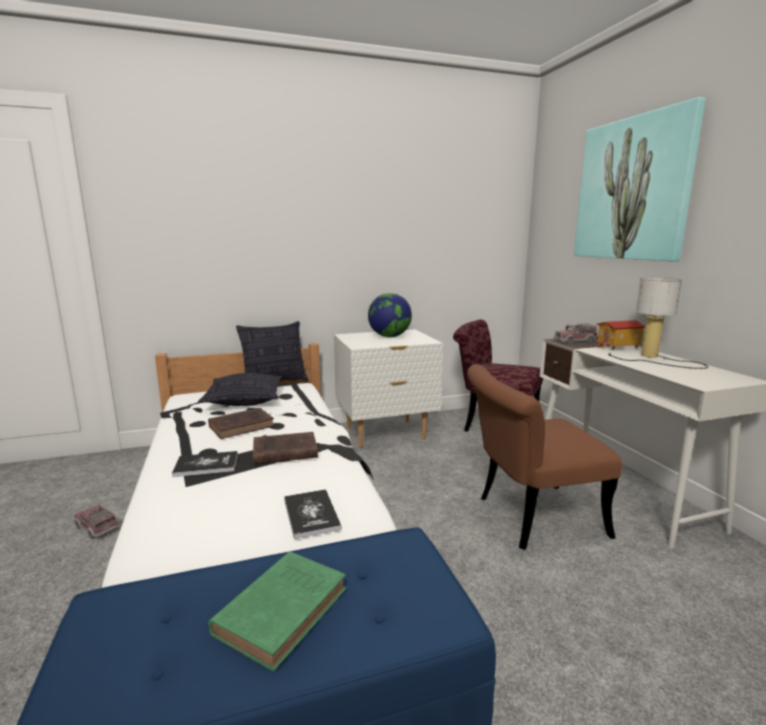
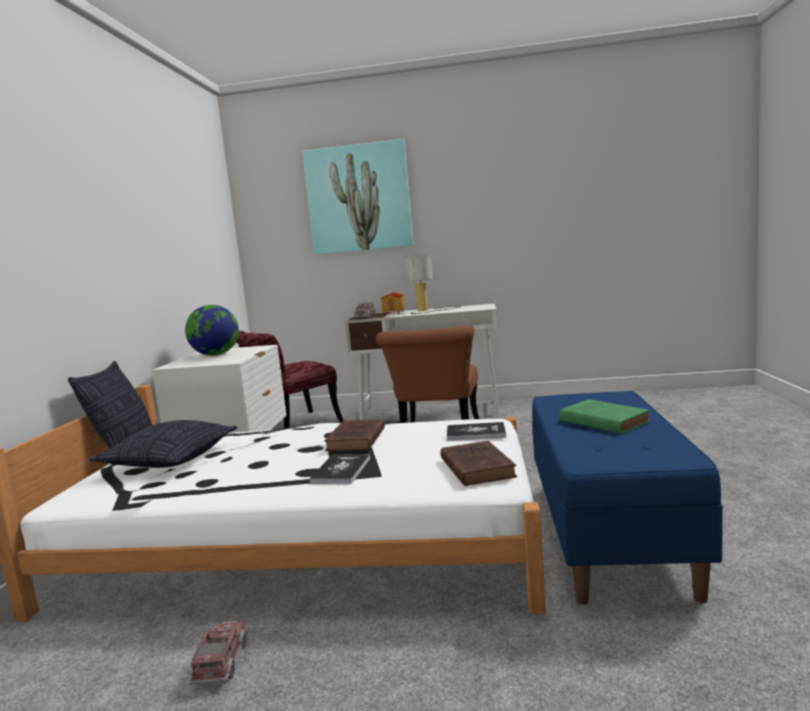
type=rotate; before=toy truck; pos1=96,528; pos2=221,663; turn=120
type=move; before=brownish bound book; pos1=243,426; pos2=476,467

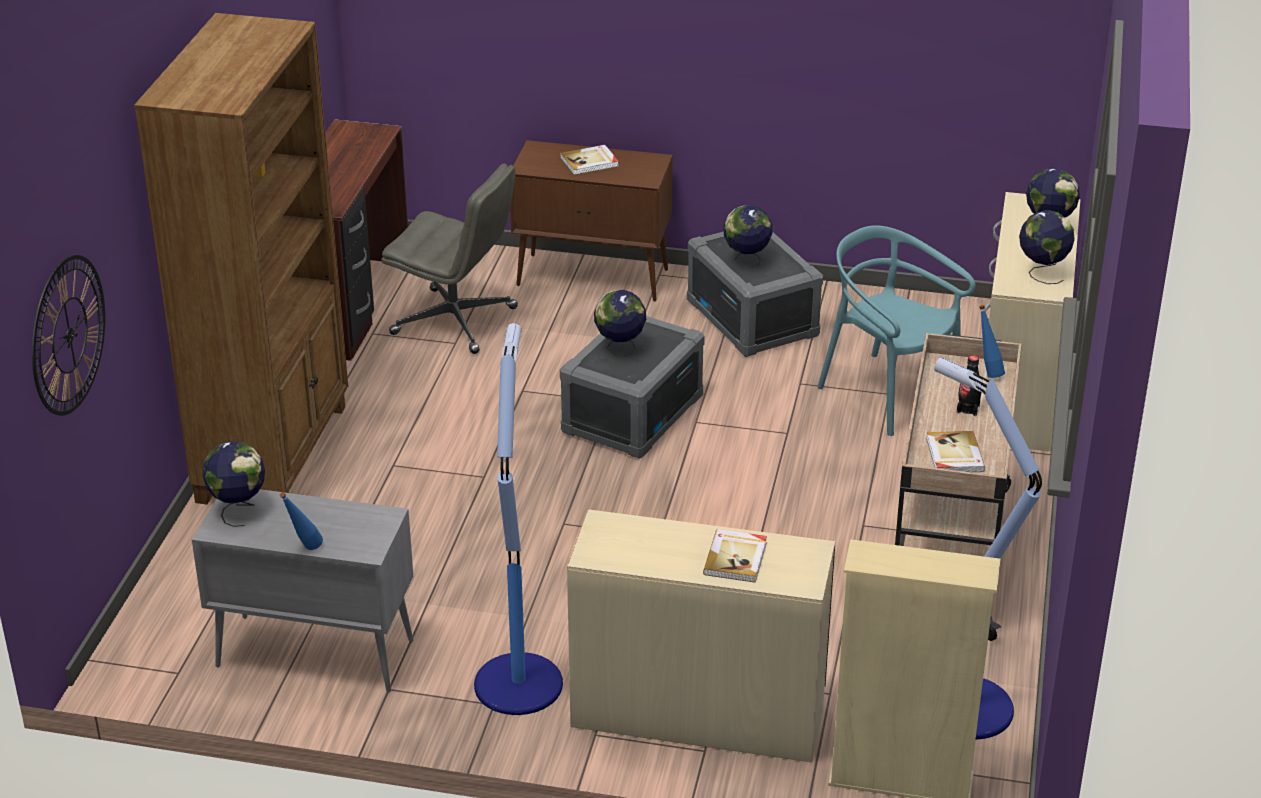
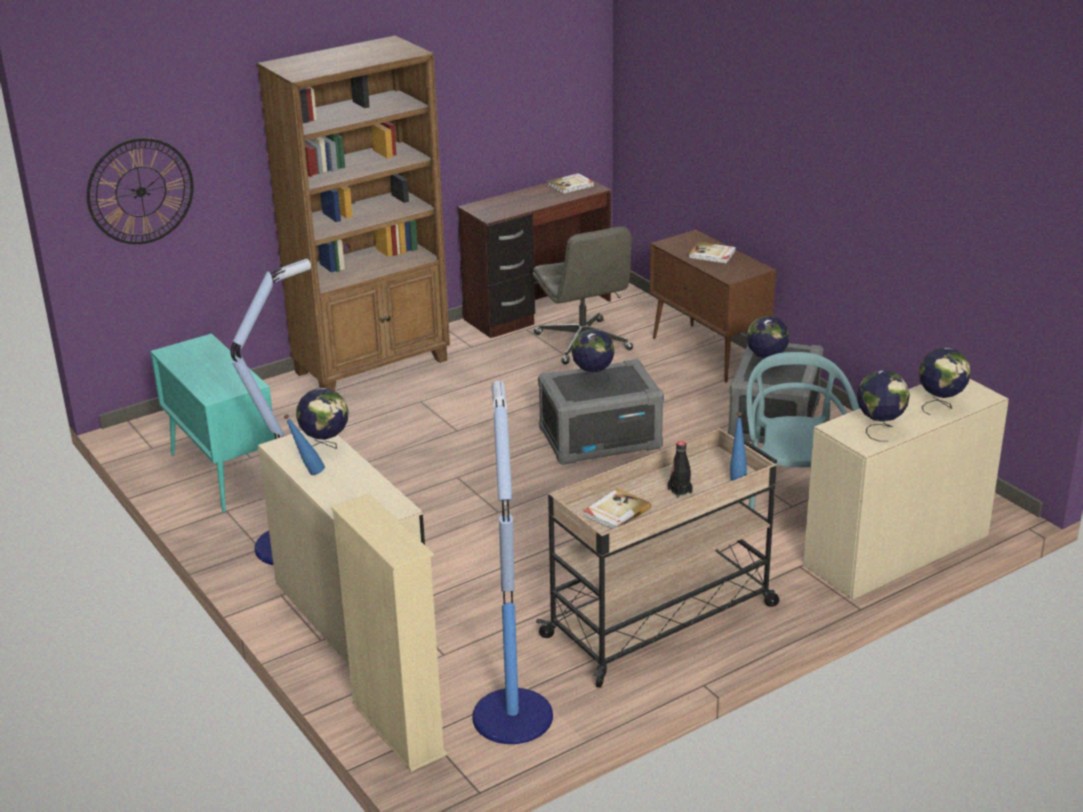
type=recolor; before=grey cabinet; after=blue-green cabinet; pos1=313,653; pos2=222,473
type=move; before=blue-coloured drink bottle; pos1=304,549; pos2=308,472
type=move; before=desk globe; pos1=238,510; pos2=326,448
type=move; before=bound book; pos1=736,558; pos2=571,185

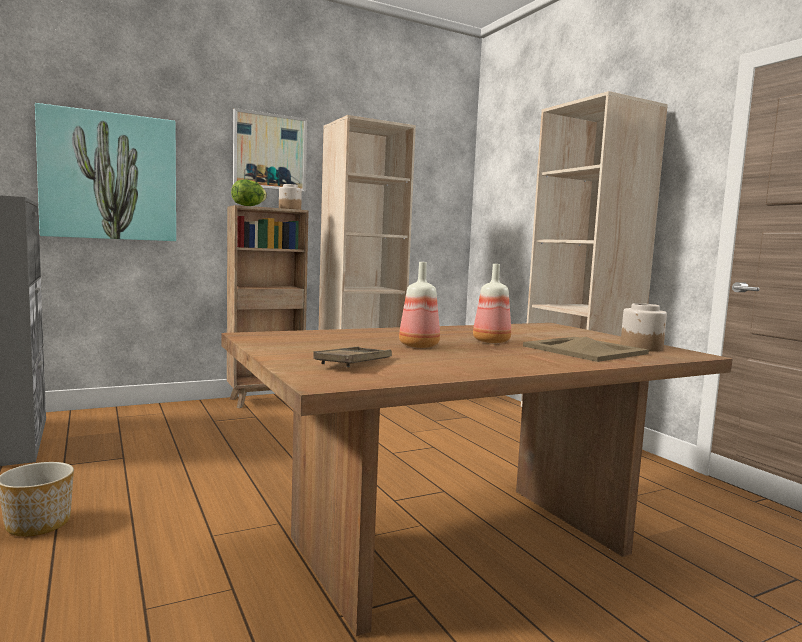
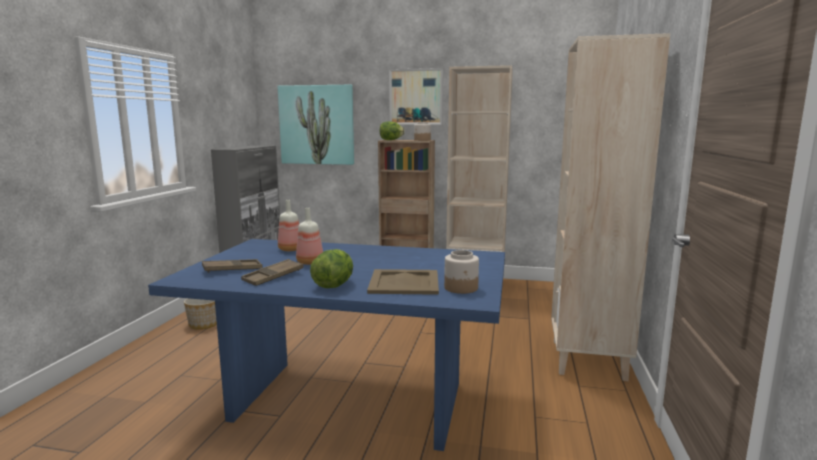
type=recolor; before=brownish kitchen table; after=blue-coloured kitchen table; pos1=460,547; pos2=348,402
type=insert; after=brownish carrying tray; pos2=273,277
type=move; before=drink bottle; pos1=490,341; pos2=290,249
type=insert; after=lettuce; pos2=333,285

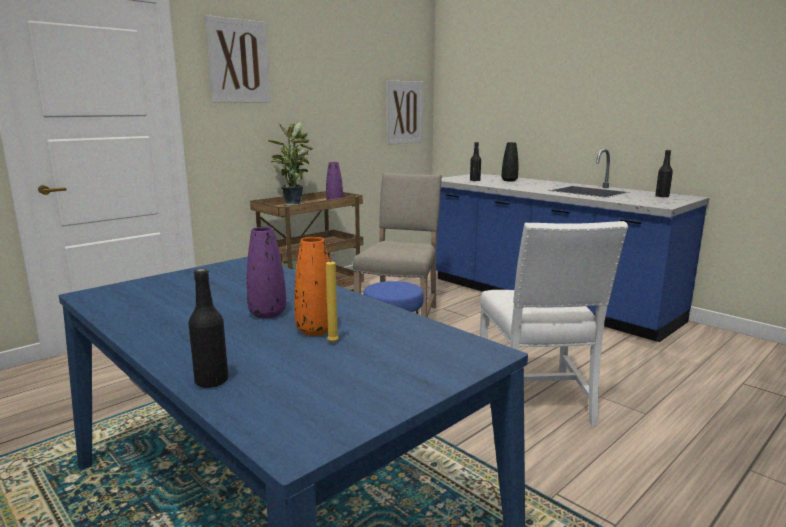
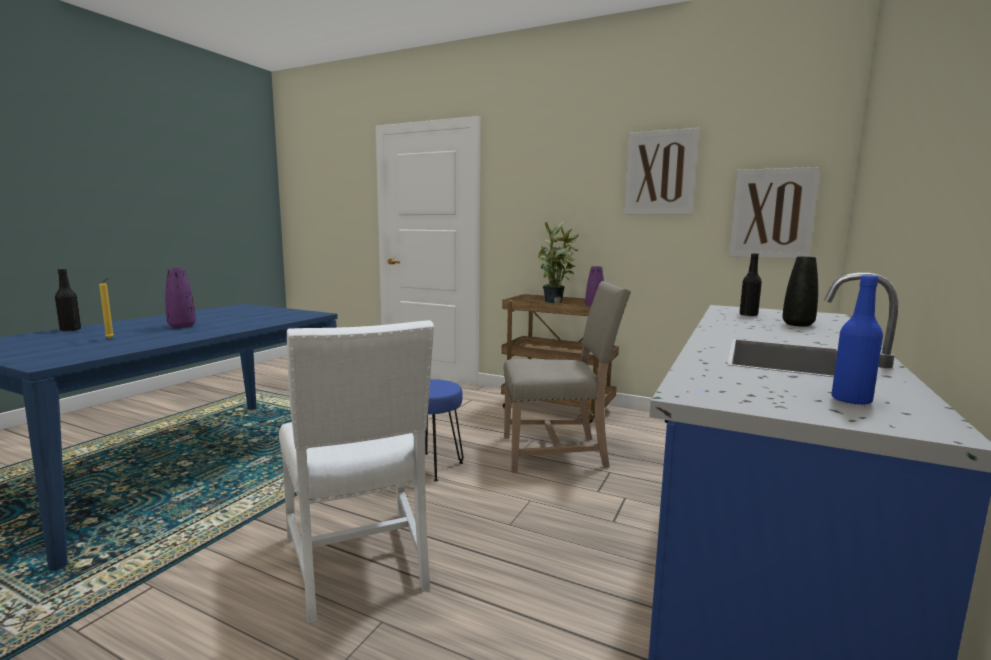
type=rotate; before=white-coloured chair; pos1=537,400; pos2=359,563; turn=-90
type=move; before=wall picture; pos1=238,61; pos2=660,173
type=recolor; before=blackish drink bottle; after=blue-coloured drink bottle; pos1=662,196; pos2=851,400
type=delete; before=orange flower vase; pos1=316,330

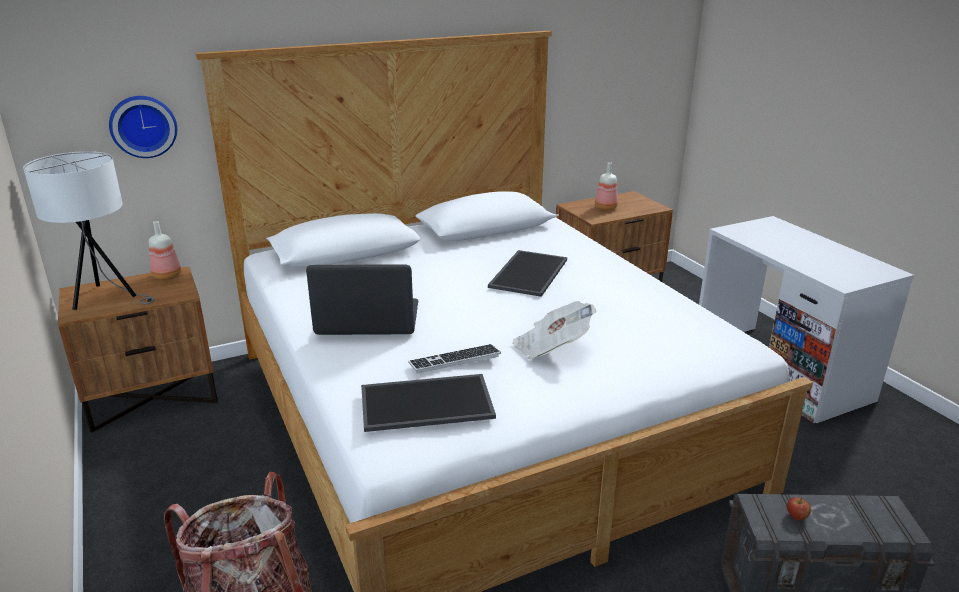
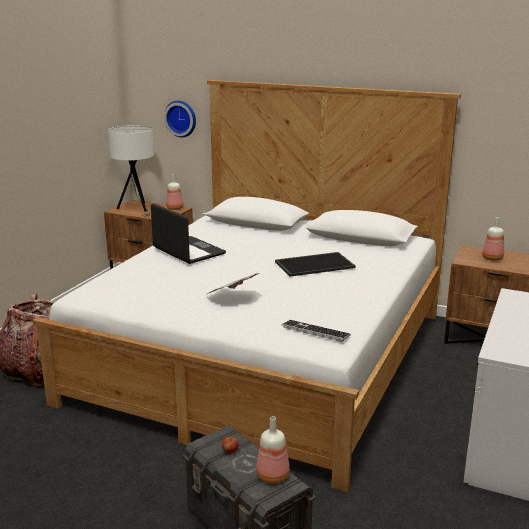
type=insert; after=drink bottle; pos2=272,475
type=move; before=PC keyboard; pos1=454,360; pos2=315,331
type=delete; before=carrying tray; pos1=427,401

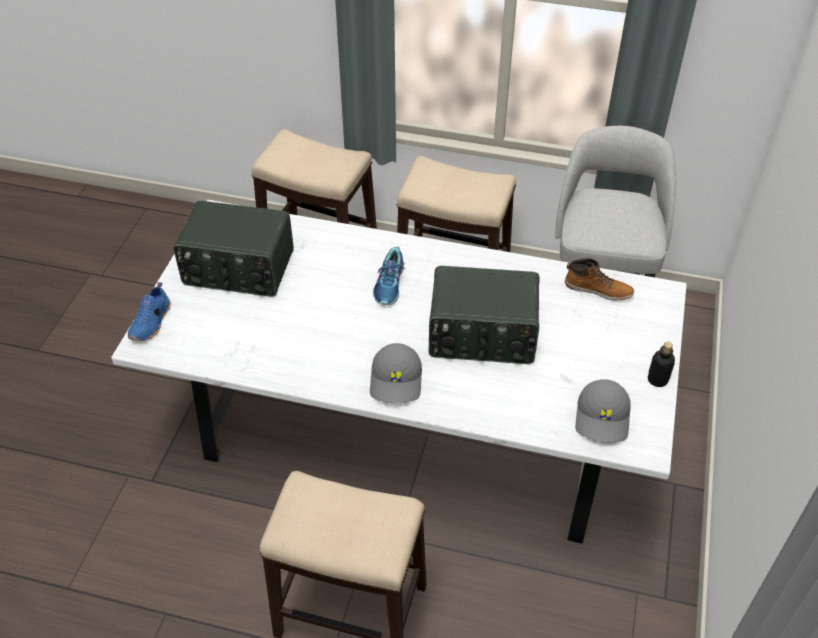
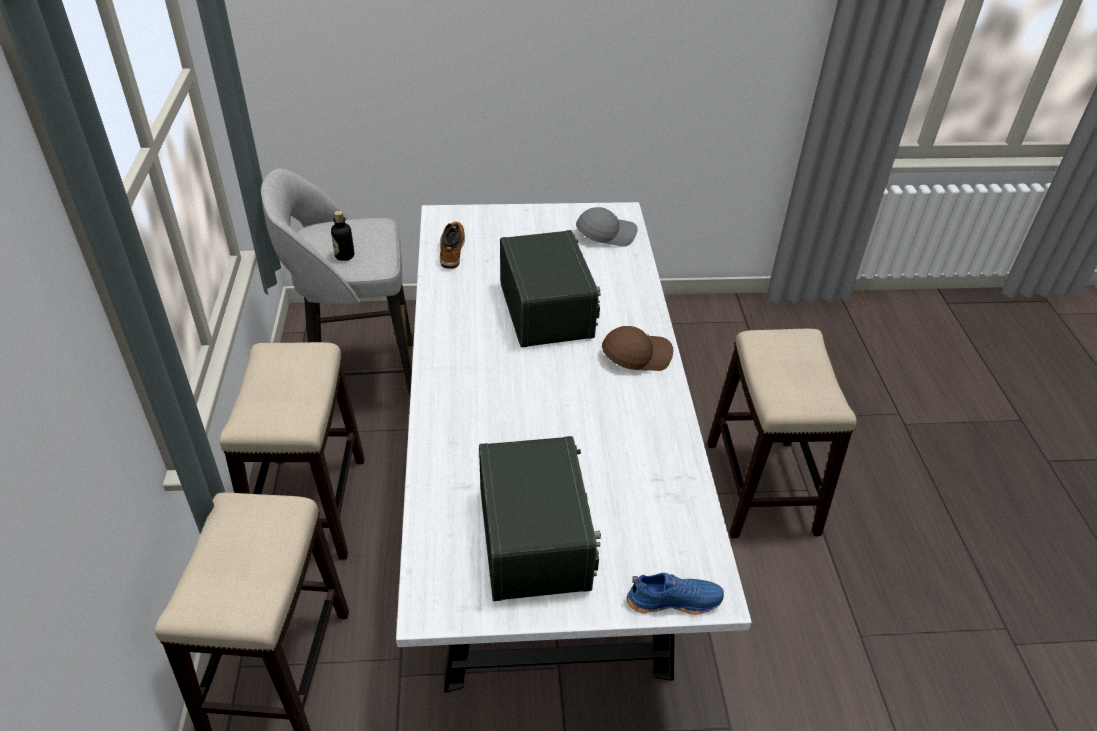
type=move; before=drink bottle; pos1=657,379; pos2=344,256
type=recolor; before=grey peaked cap; after=brownish peaked cap; pos1=397,381; pos2=636,355
type=delete; before=item of footwear; pos1=390,284

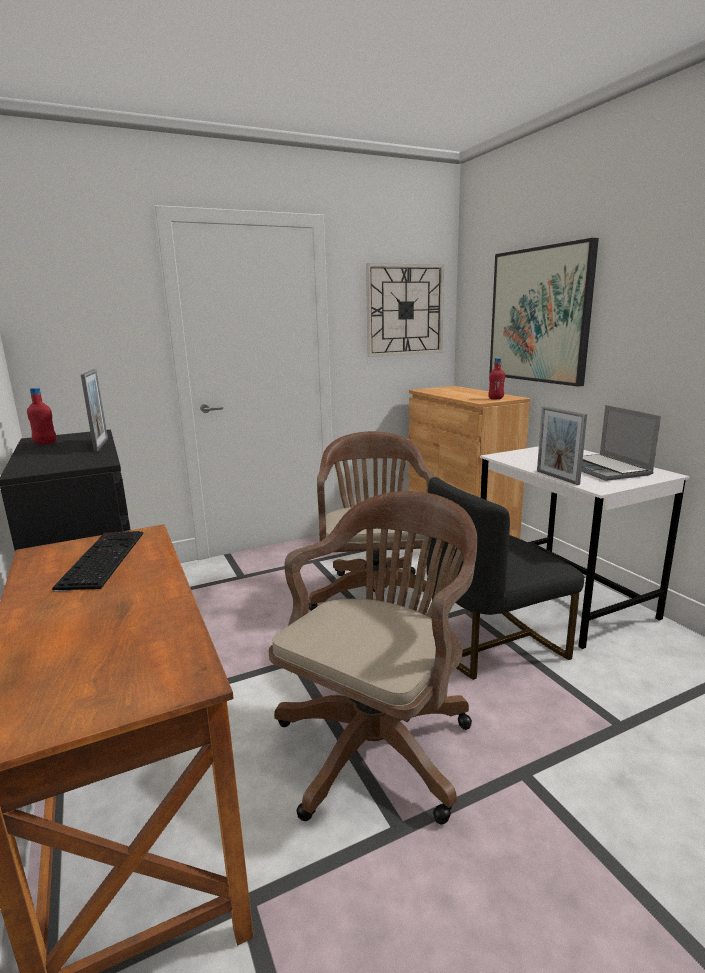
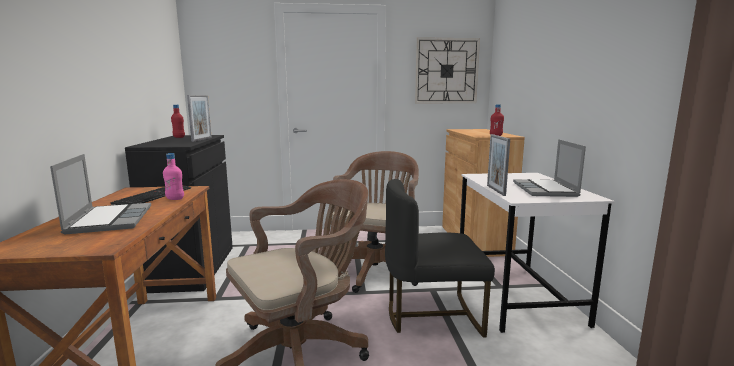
type=insert; after=portable computer; pos2=109,219
type=insert; after=pink-coloured drink bottle; pos2=175,199
type=delete; before=wall picture; pos1=539,315

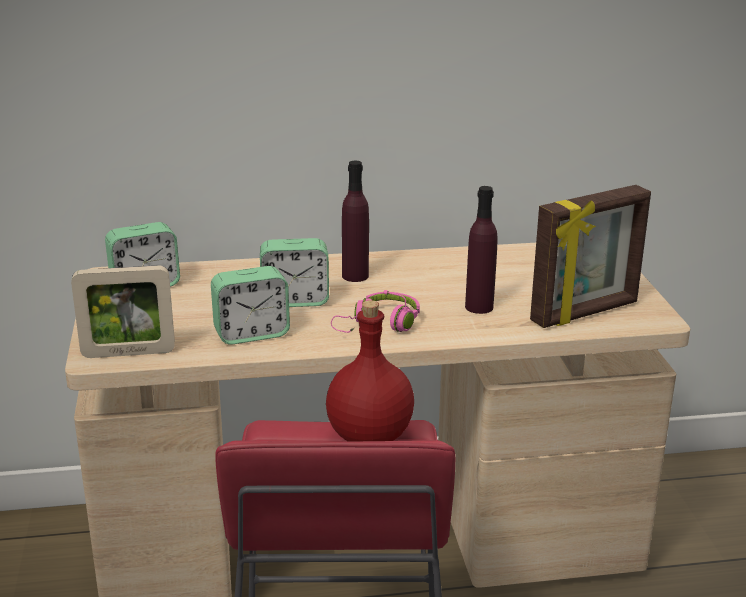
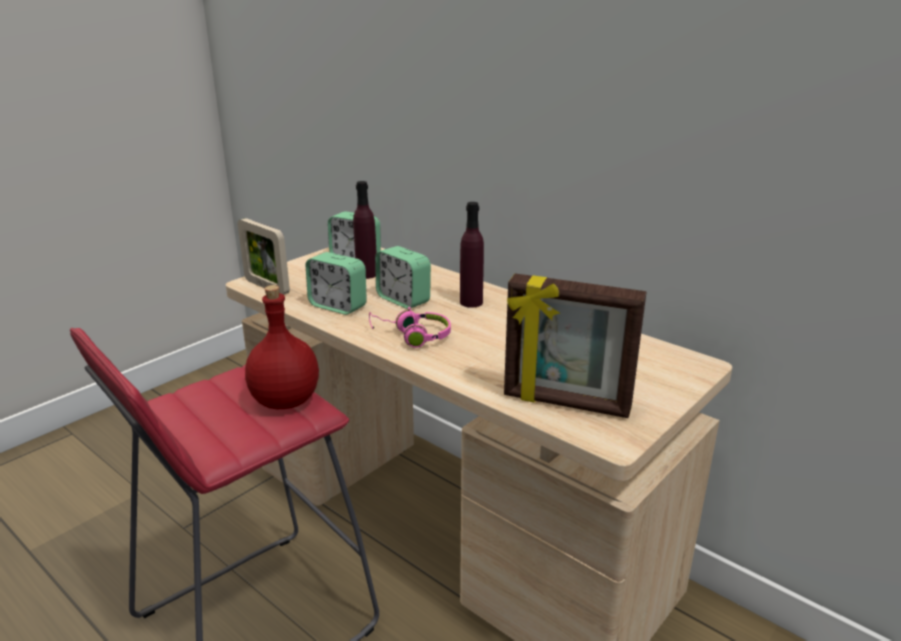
type=move; before=purple-coloured drink bottle; pos1=479,307; pos2=366,274

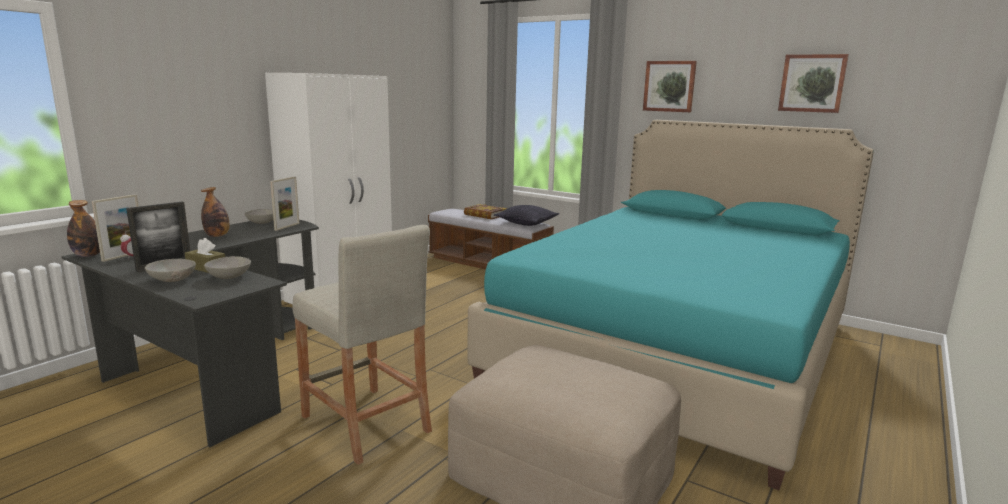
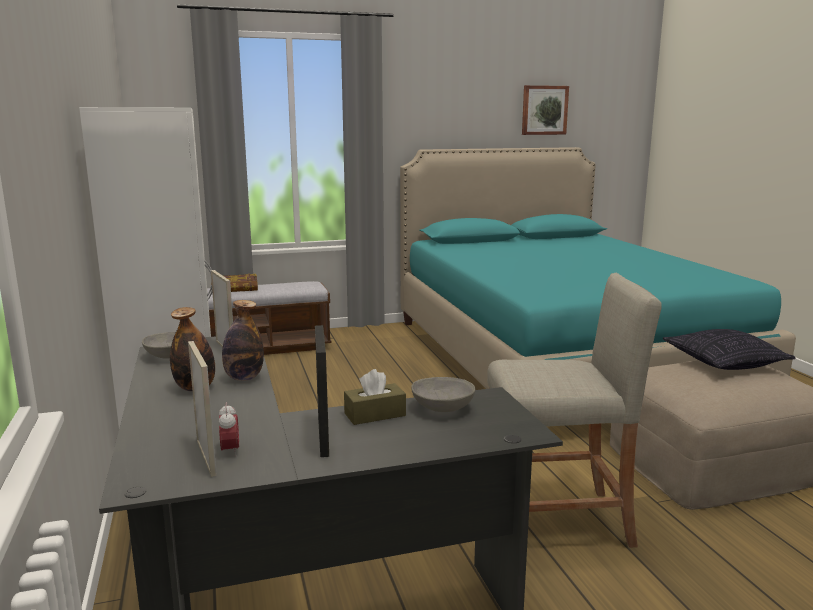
type=move; before=drink bottle; pos1=88,255; pos2=244,378
type=move; before=throw pillow; pos1=527,223; pos2=724,363
type=delete; before=grey deep dish; pos1=173,280
type=delete; before=wall picture; pos1=669,86

